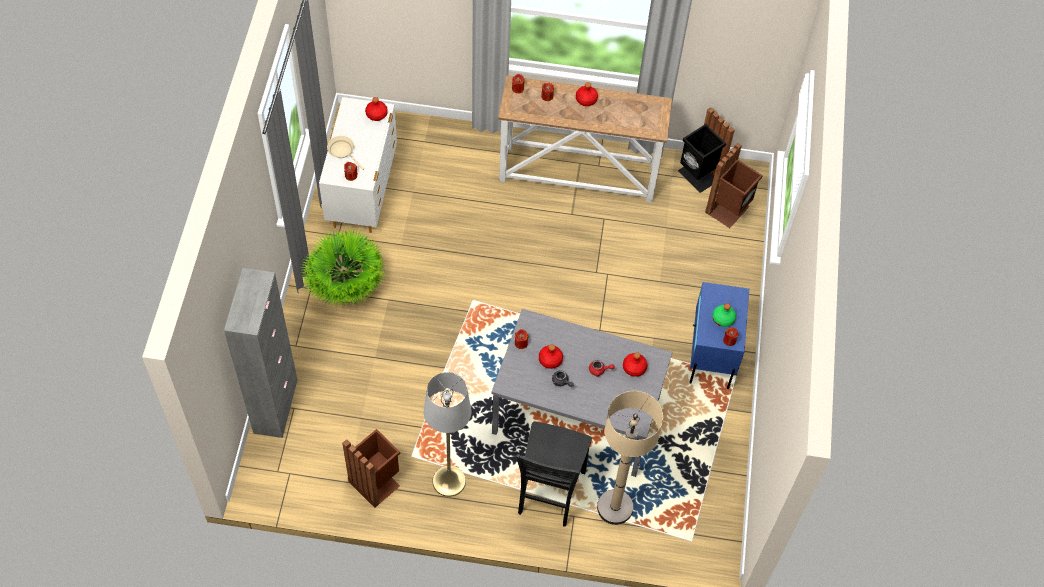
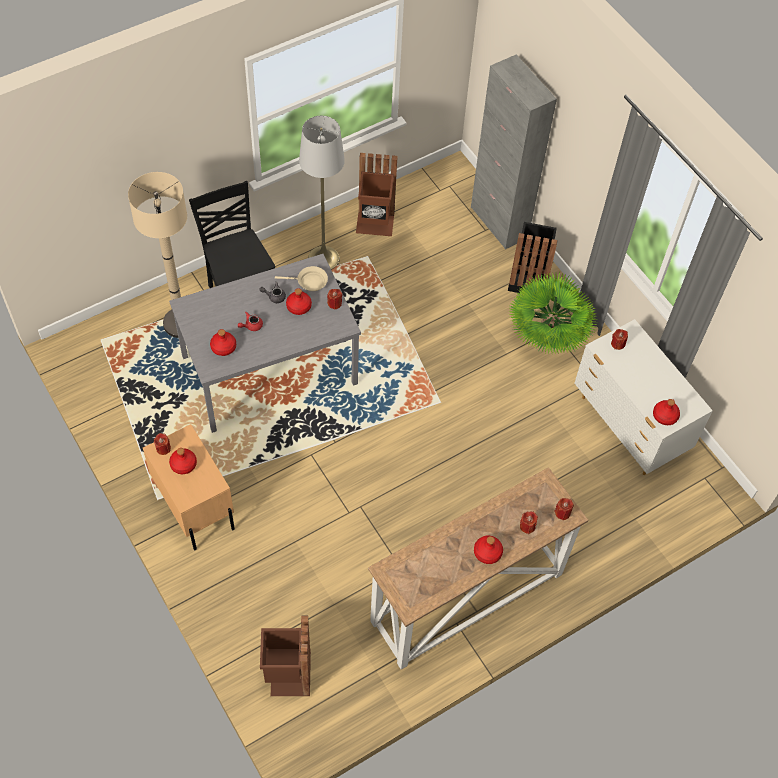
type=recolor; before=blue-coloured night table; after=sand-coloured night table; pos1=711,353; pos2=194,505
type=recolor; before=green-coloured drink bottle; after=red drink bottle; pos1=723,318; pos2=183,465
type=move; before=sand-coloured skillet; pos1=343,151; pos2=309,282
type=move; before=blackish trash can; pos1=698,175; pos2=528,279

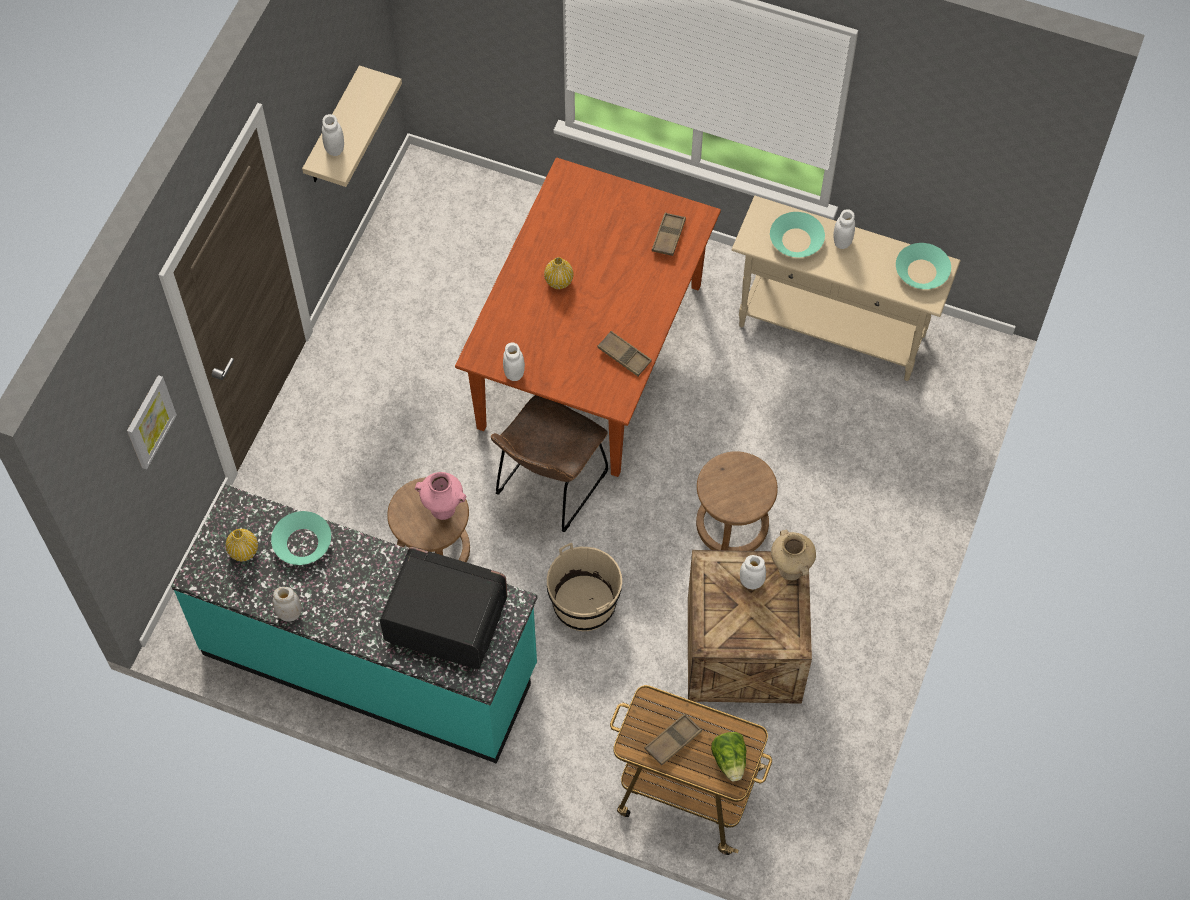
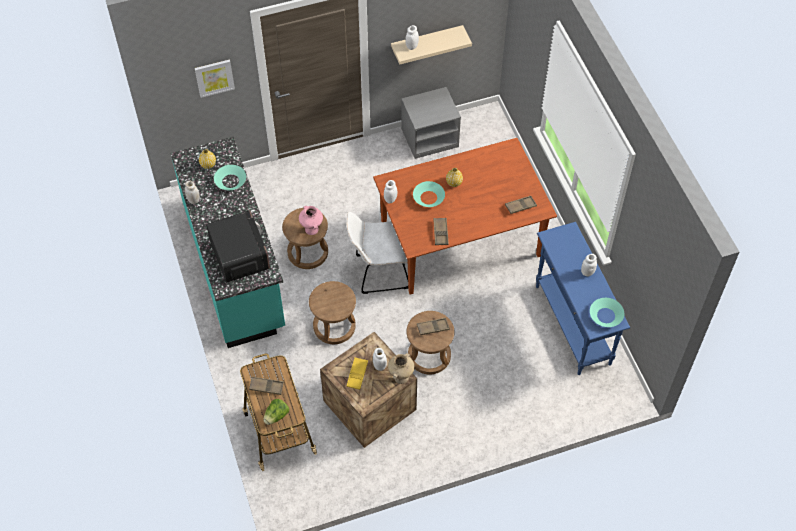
type=replace; before=sand-coloured bucket; after=brownish sitting stool; pos1=584,603; pos2=334,326
type=insert; after=yellowish carrying tray; pos2=357,374
type=recolor; before=brownish chair; after=white-coloured chair; pos1=548,487; pos2=379,272
type=insert; after=grey night table; pos2=430,137
type=move; before=blue-green deep dish; pos1=796,240; pos2=429,197
type=insert; after=brownish carrying tray; pos2=433,328
type=recolor; before=sand-coloured narrow table; after=blue-coloured narrow table; pos1=832,331; pos2=572,325

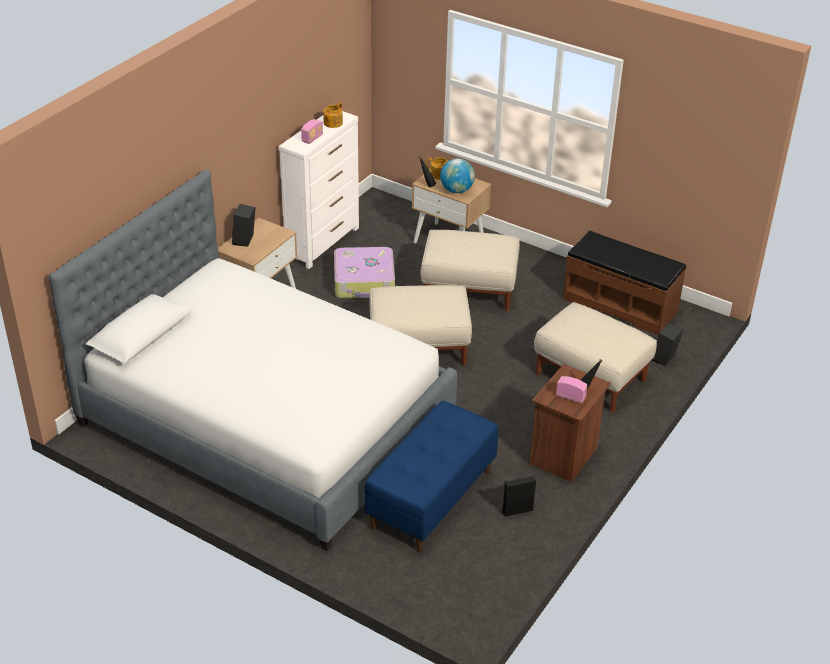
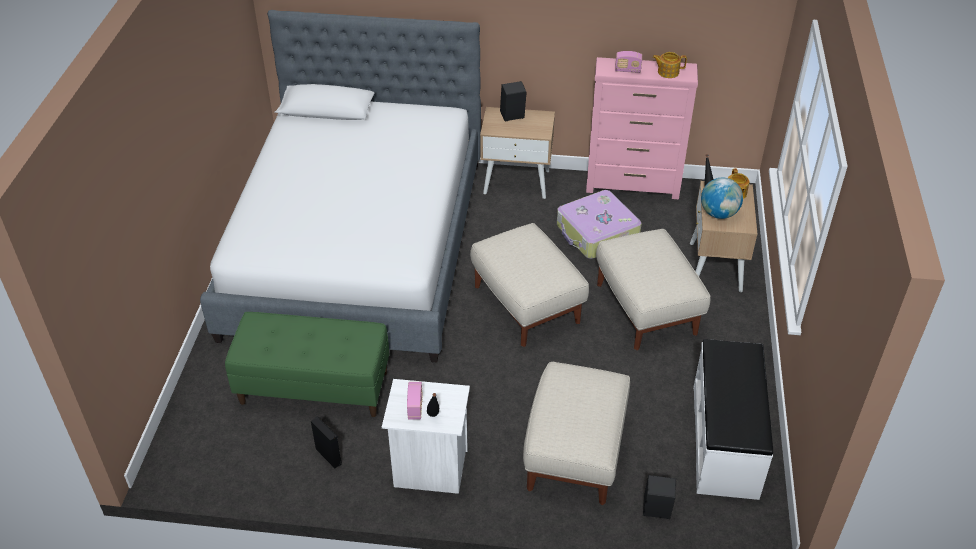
type=recolor; before=blue-coloured indoor bench; after=green-coloured indoor bench; pos1=431,498; pos2=315,387
type=recolor; before=brownish night table; after=white-coloured night table; pos1=565,456; pos2=430,469
type=recolor; before=white-coloured dresser; after=pink-coloured dresser; pos1=323,243; pos2=633,186
type=recolor; before=brownish indoor bench; after=white-coloured indoor bench; pos1=620,305; pos2=725,440

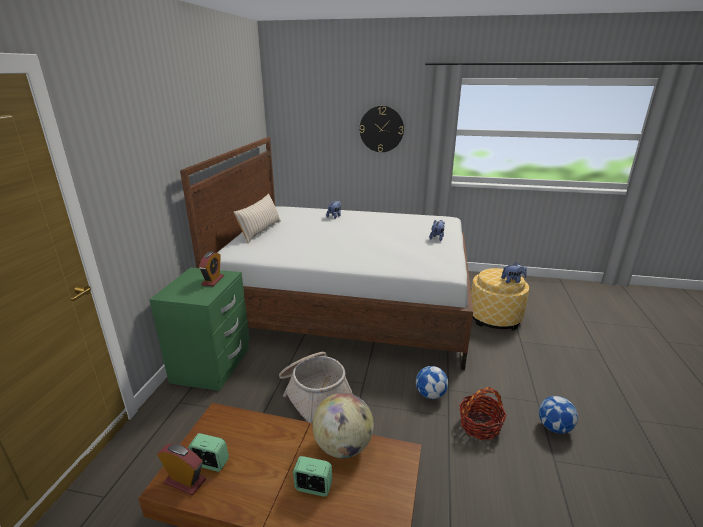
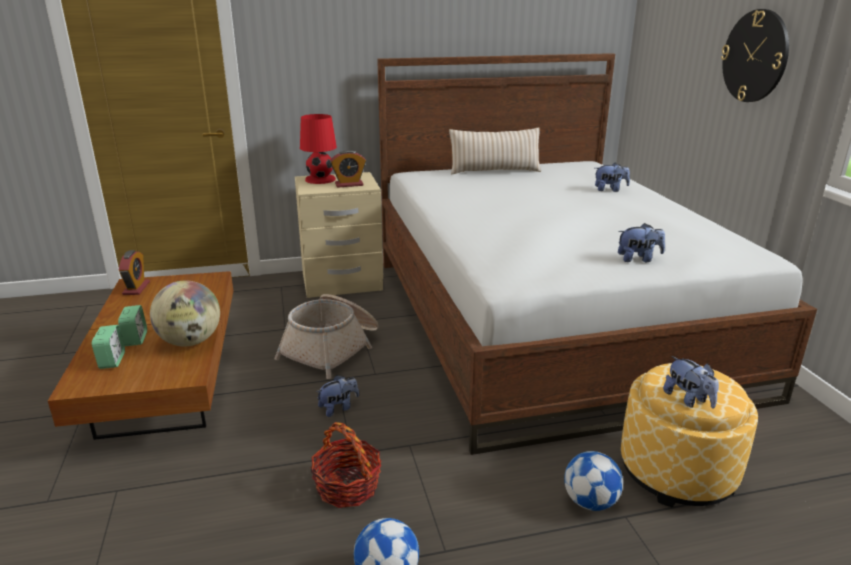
type=move; before=bedside clock; pos1=210,463; pos2=112,361
type=recolor; before=green-coloured night table; after=sand-coloured night table; pos1=212,365; pos2=342,282
type=insert; after=red lamp for a table; pos2=320,179
type=insert; after=cuddly toy; pos2=338,408
type=move; before=football ball; pos1=430,394; pos2=590,502

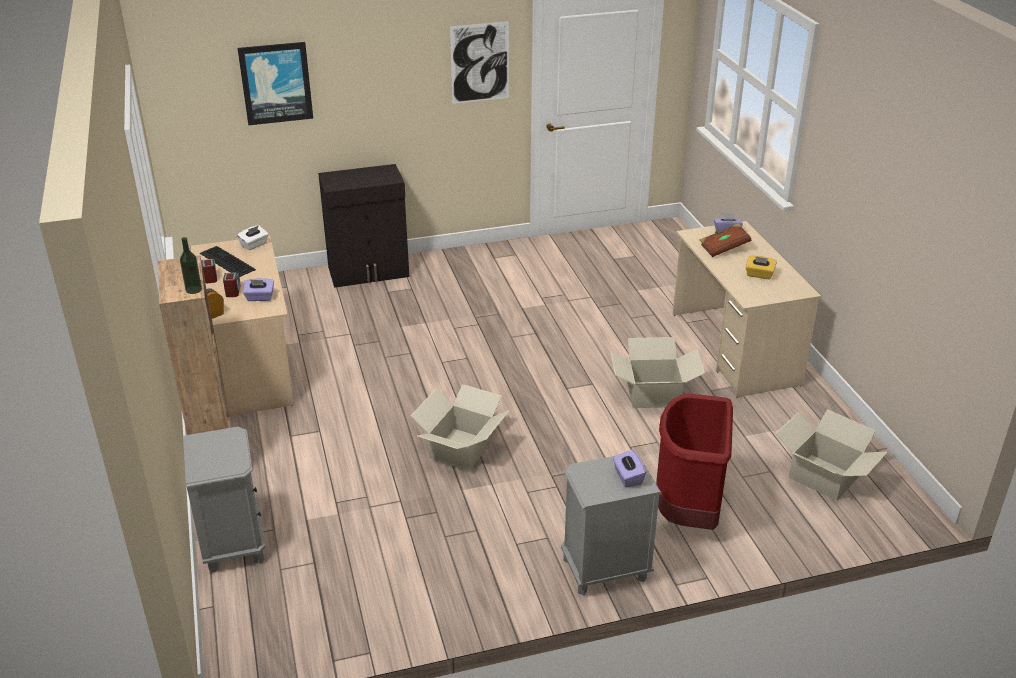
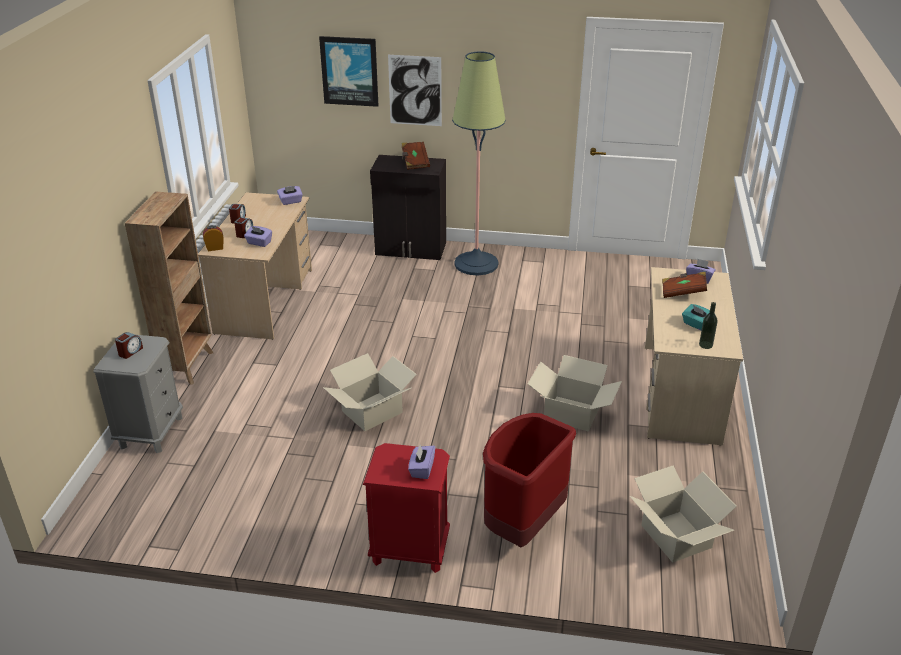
type=insert; after=bedside clock; pos2=130,352
type=recolor; before=white-coloured box of tissues; after=purple-coloured box of tissues; pos1=254,245; pos2=291,201
type=recolor; before=grey night table; after=red night table; pos1=604,570; pos2=409,550
type=move; before=wall picture; pos1=480,63; pos2=415,90
type=insert; after=brownish bound book; pos2=414,162
type=insert; after=floor lamp; pos2=476,264
type=recolor; before=yellowish box of tissues; after=blue-green box of tissues; pos1=759,275; pos2=696,325
type=move; before=drink bottle; pos1=193,289; pos2=705,345
type=delete; before=PC keyboard; pos1=225,261

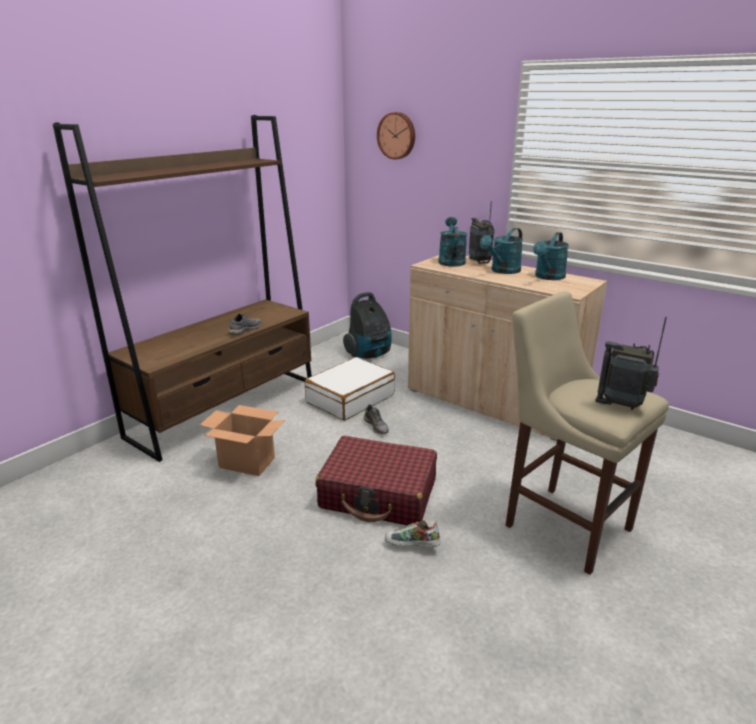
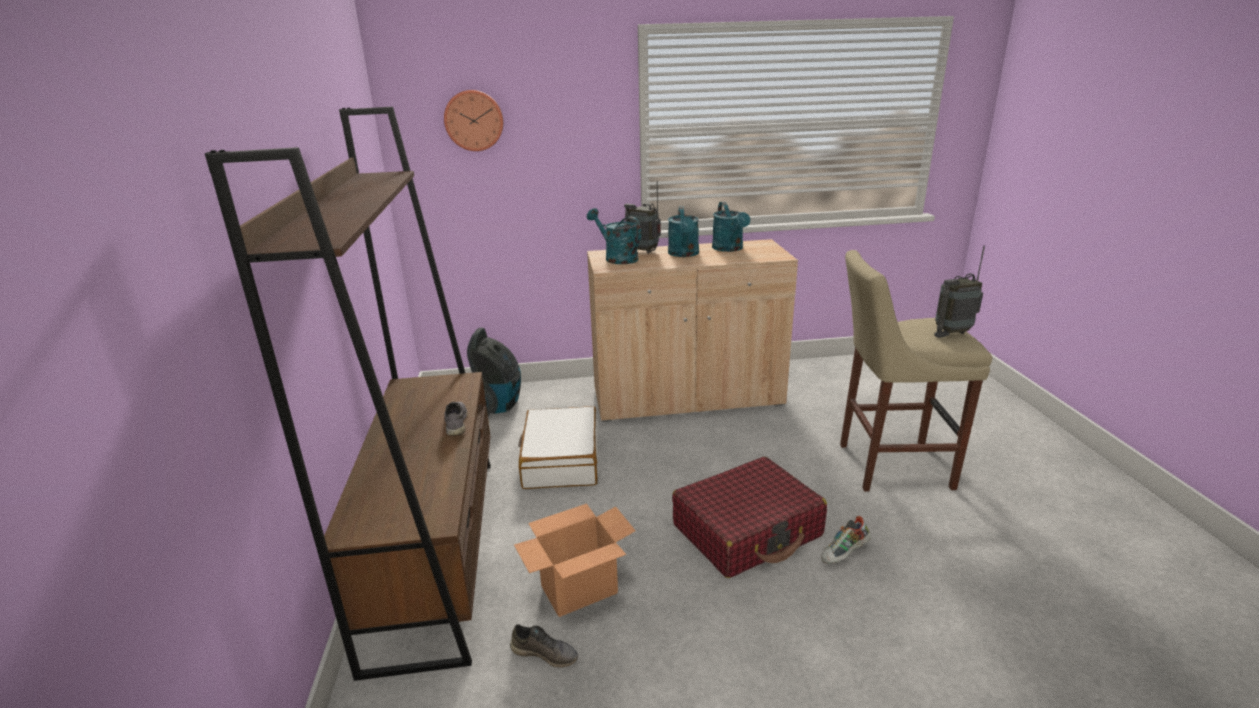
type=move; before=grey item of footwear; pos1=377,426; pos2=545,653

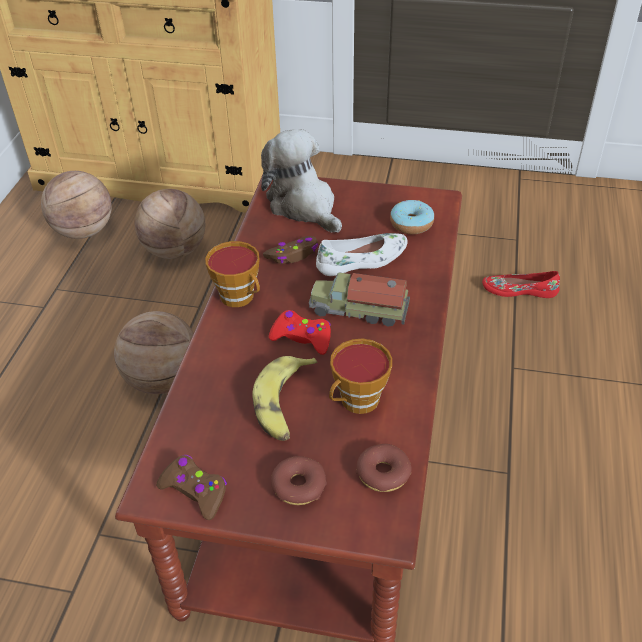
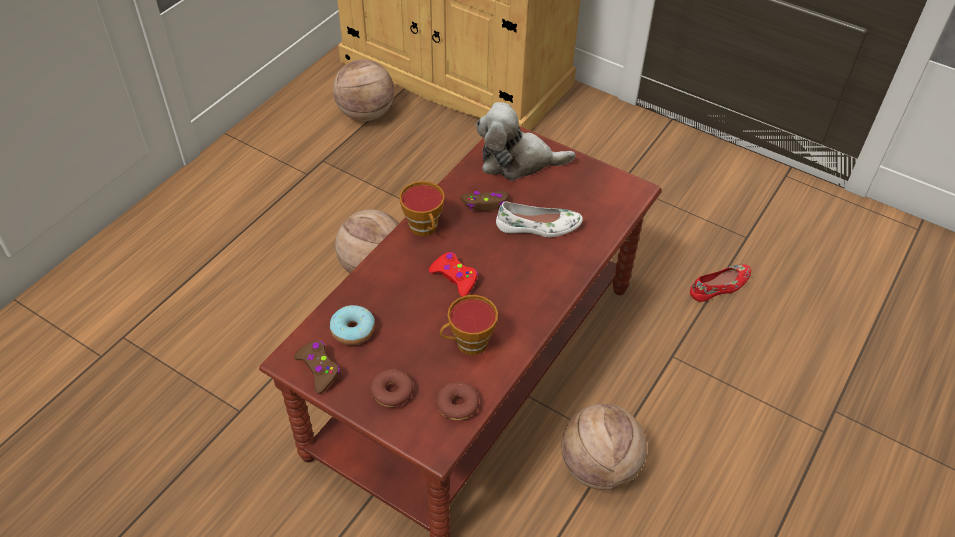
type=move; before=doughnut; pos1=411,224; pos2=353,330
type=rotate; before=cuddly toy; pos1=303,205; pos2=517,161; turn=-75
type=move; before=ball for basketball; pos1=175,250; pos2=599,467
type=rotate; before=red item of footwear; pos1=519,290; pos2=720,287; turn=120
type=delete; before=banana fruit; pos1=284,404
type=delete; before=toy truck; pos1=358,310

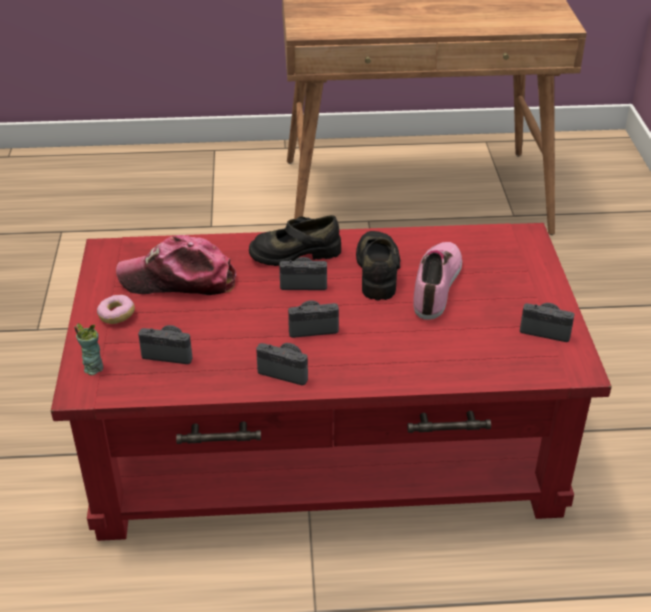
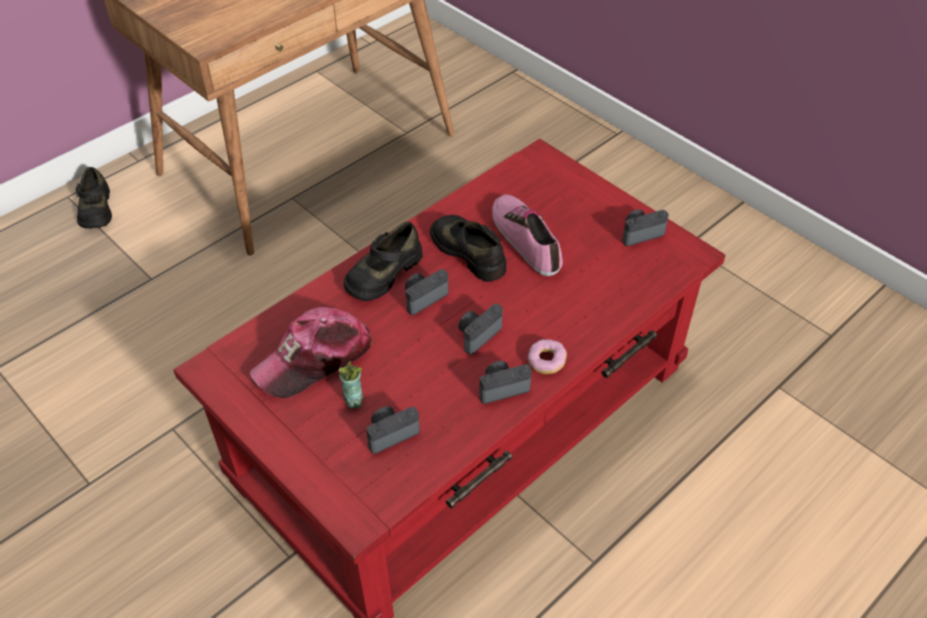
type=insert; after=blackish item of footwear; pos2=95,209
type=move; before=cup; pos1=93,368; pos2=353,400
type=move; before=doughnut; pos1=116,316; pos2=546,362

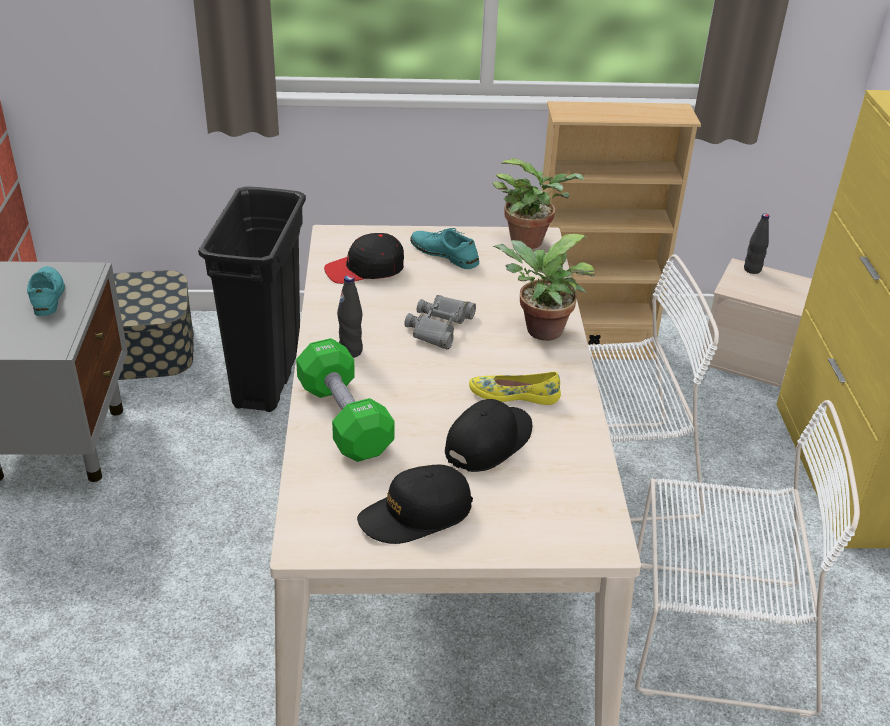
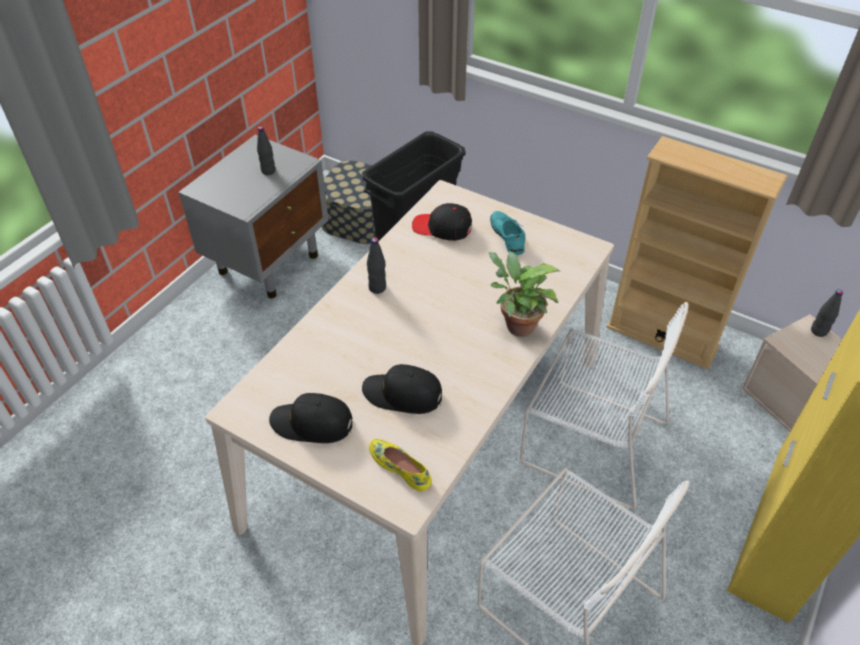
type=replace; before=blue-green item of footwear; after=blackish drink bottle; pos1=47,295; pos2=268,171
type=rotate; before=blackish peaked cap; pos1=488,442; pos2=402,394; turn=-150
type=move; before=yellowish item of footwear; pos1=514,394; pos2=400,467
type=delete; before=green-coloured dumbbell; pos1=344,419
type=delete; before=grey pair of binoculars; pos1=440,327
type=delete; before=houseplant; pos1=531,241

